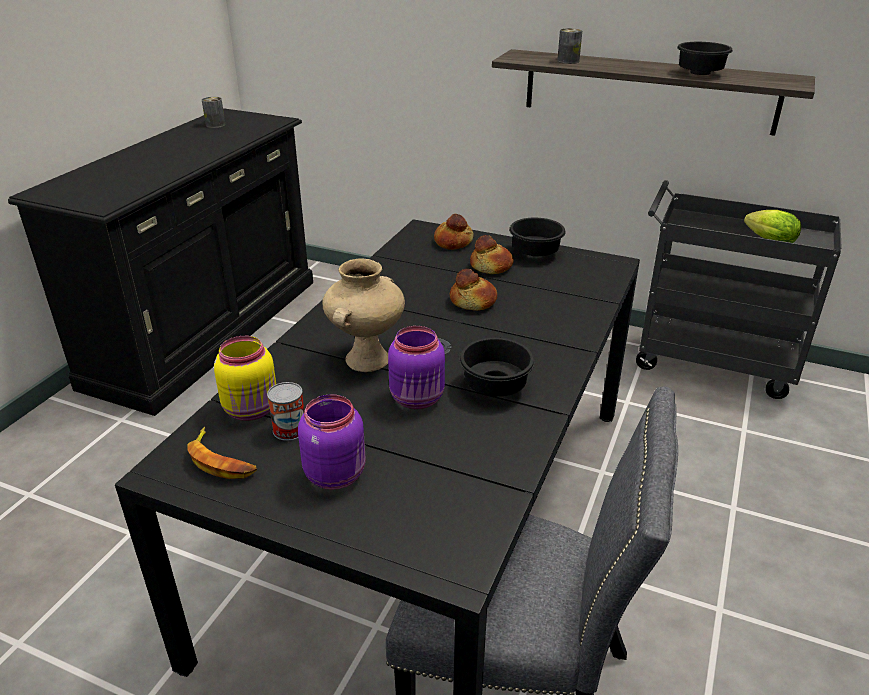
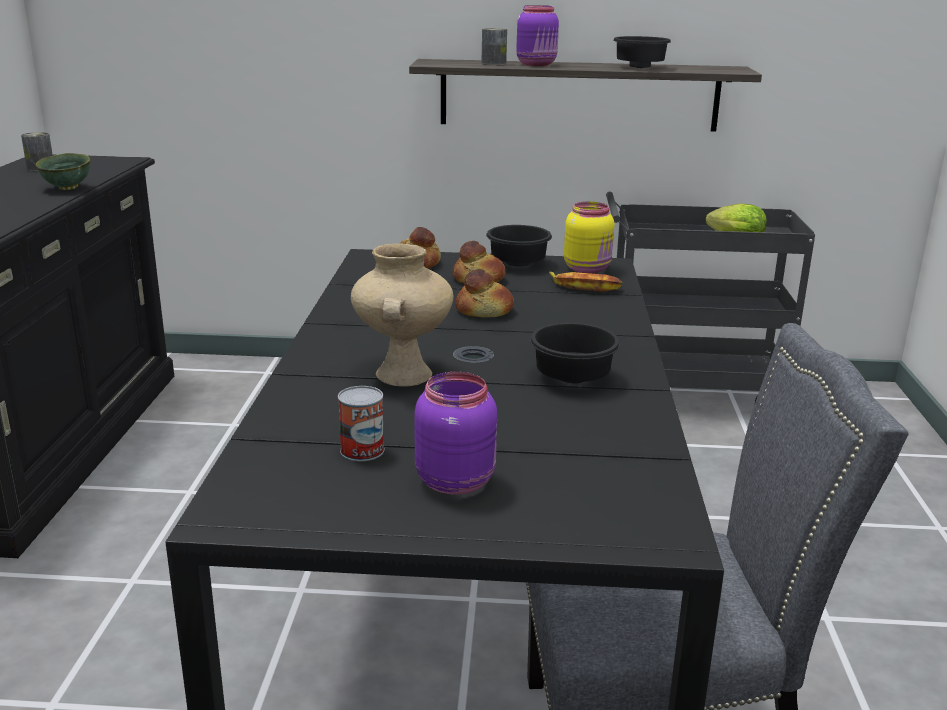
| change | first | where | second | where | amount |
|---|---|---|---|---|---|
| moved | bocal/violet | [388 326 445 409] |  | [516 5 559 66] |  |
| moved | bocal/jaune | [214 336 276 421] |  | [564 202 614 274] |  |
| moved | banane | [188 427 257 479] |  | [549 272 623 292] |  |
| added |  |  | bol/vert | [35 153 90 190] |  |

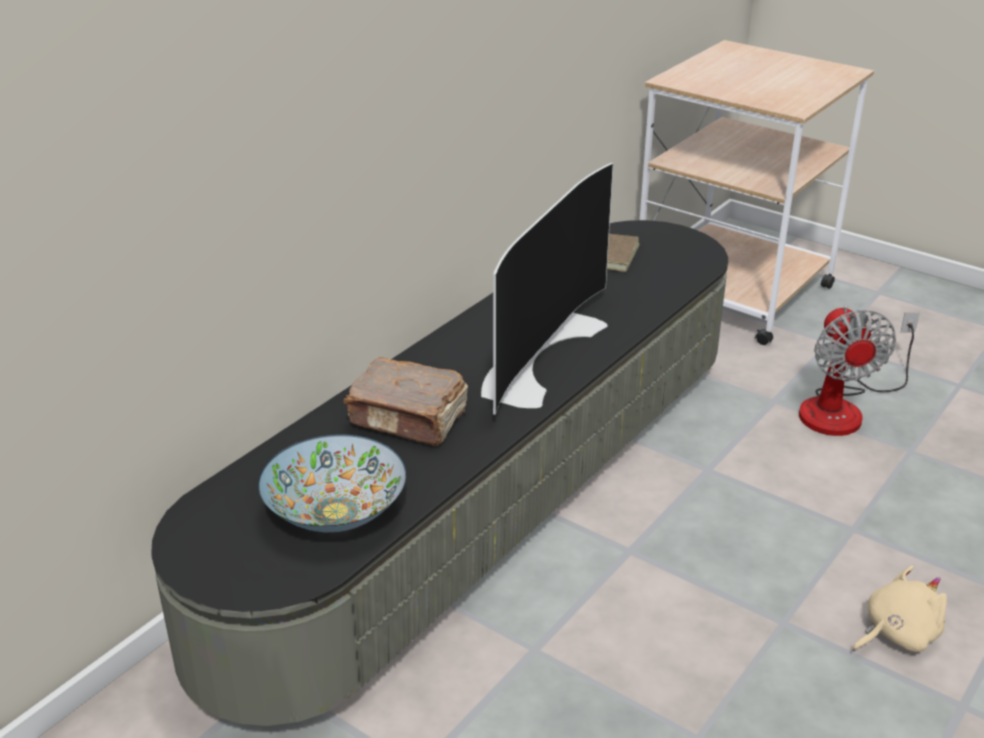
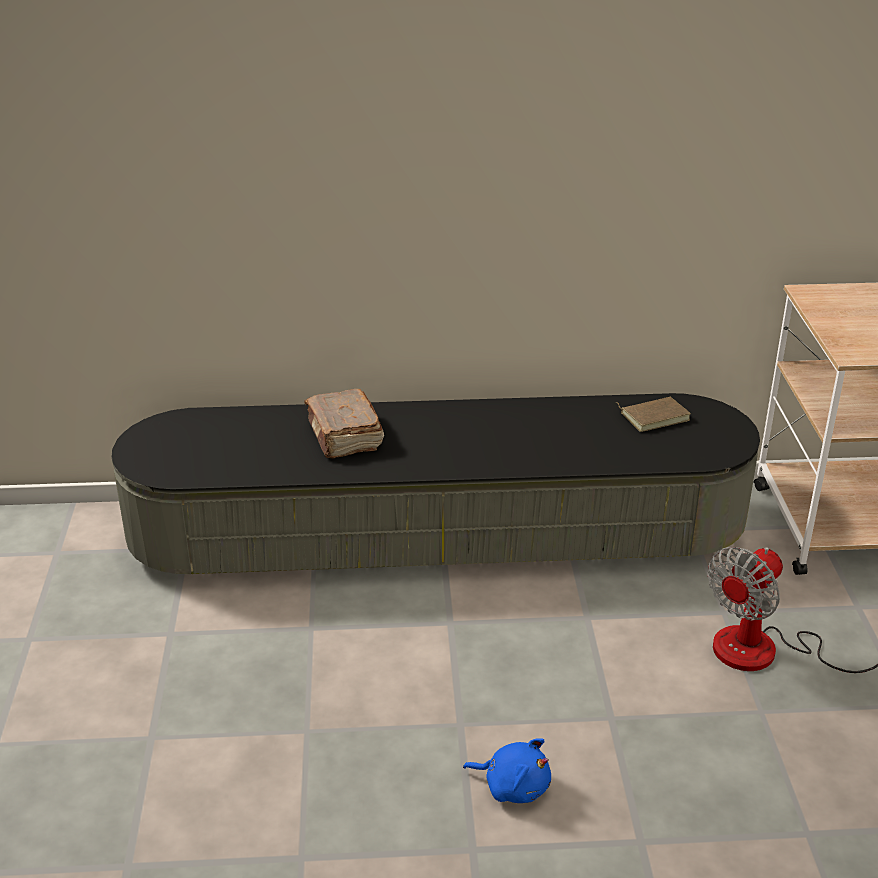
| change | first | where | second | where | amount |
|---|---|---|---|---|---|
| removed | téléviseur | [481 163 613 415] |  |  |  |
| removed | bol | [258 434 406 532] |  |  |  |
| recoloured | peluche/beige | [853 565 947 652] | peluche/bleu | [463 738 551 803] |  |

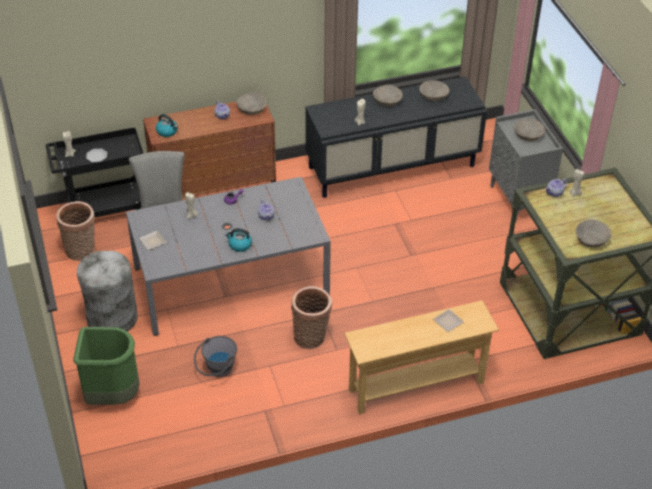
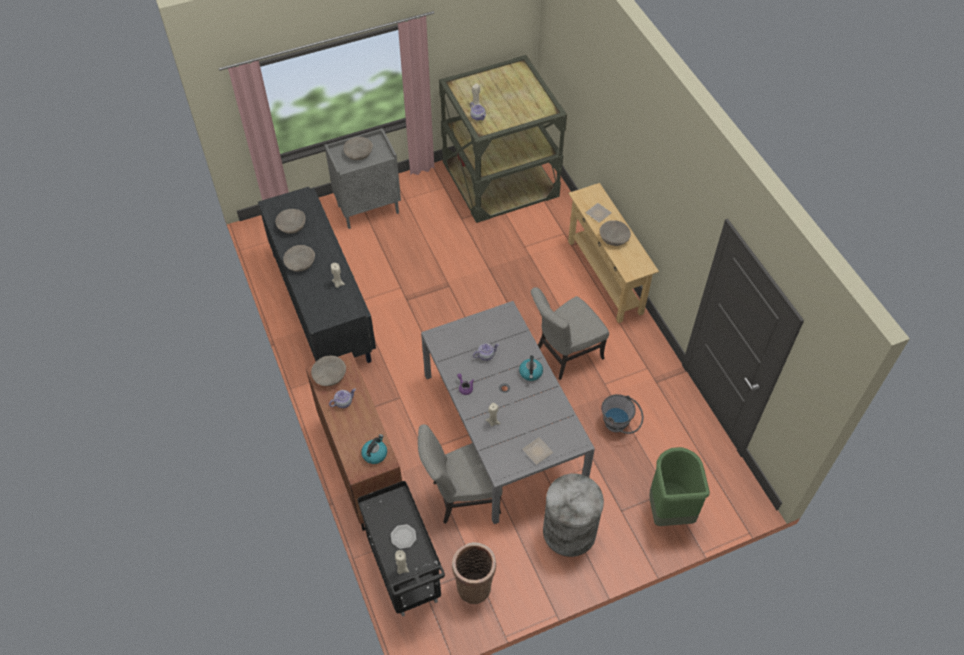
| change | first | where | second | where | amount |
|---|---|---|---|---|---|
| moved | bol/beige | [576 220 611 247] |  | [599 220 631 246] |  |
| replaced | panier | [291 286 332 349] | chaise/gris | [531 287 609 380] |  |

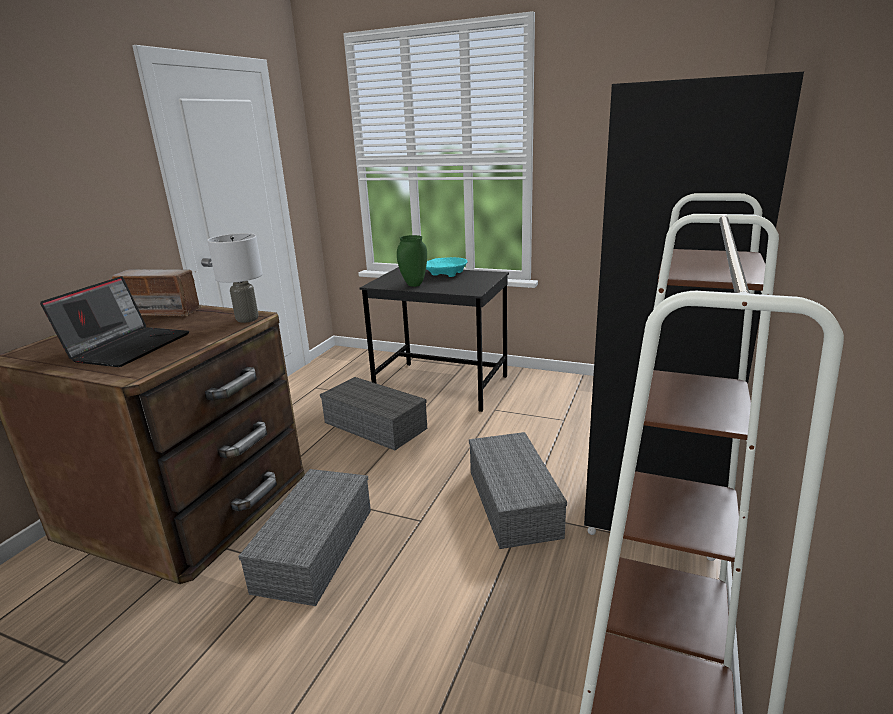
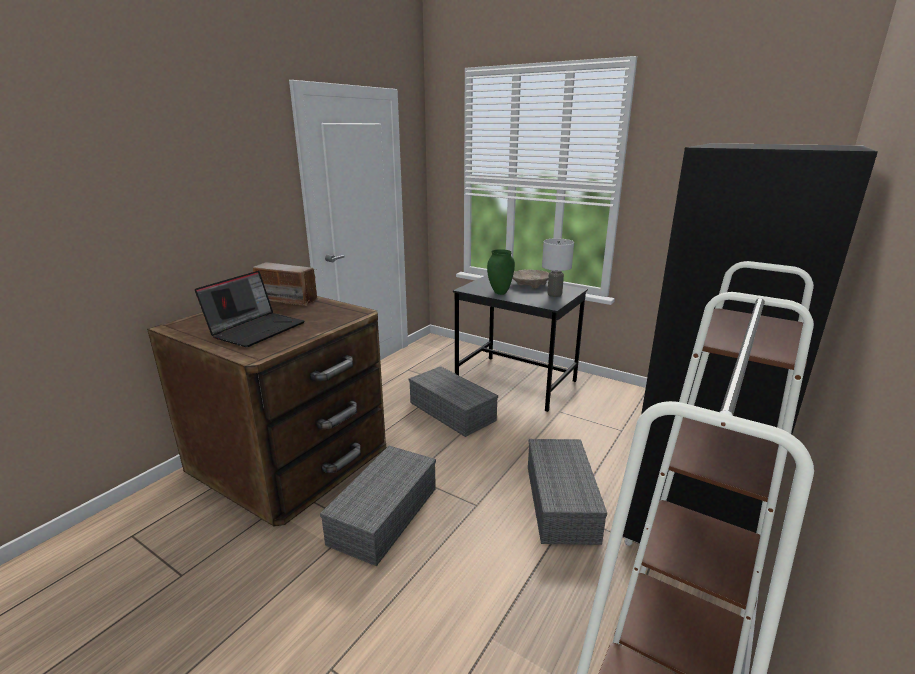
| change | first | where | second | where | amount |
|---|---|---|---|---|---|
| moved | lampe de table/blanc | [207 233 263 323] |  | [542 238 574 297] |  |
| recoloured | bol/turquoise | [426 257 468 277] | bol/beige | [512 270 549 288] |  |

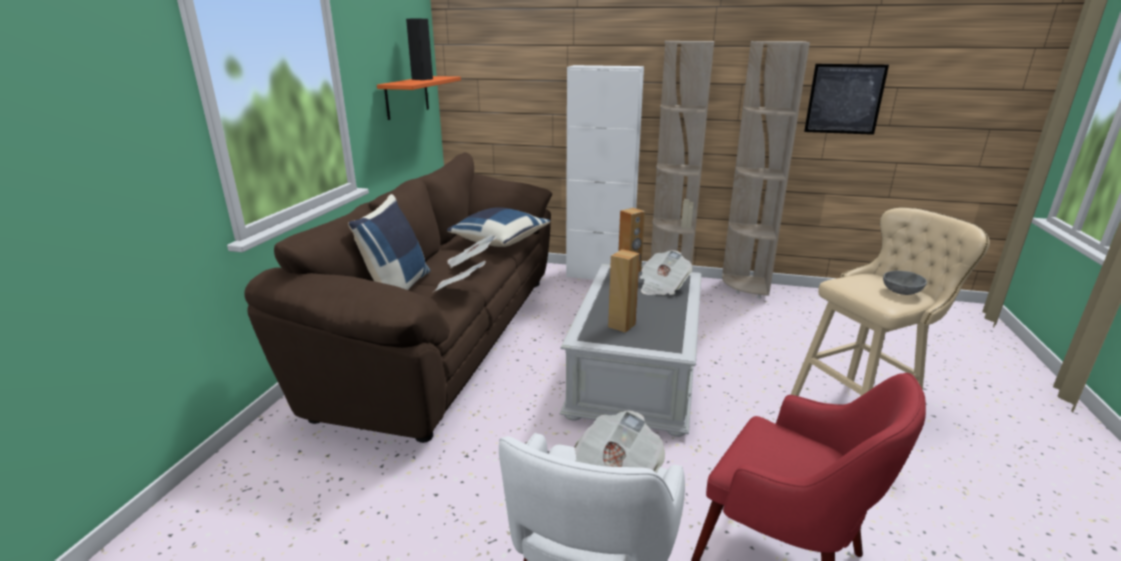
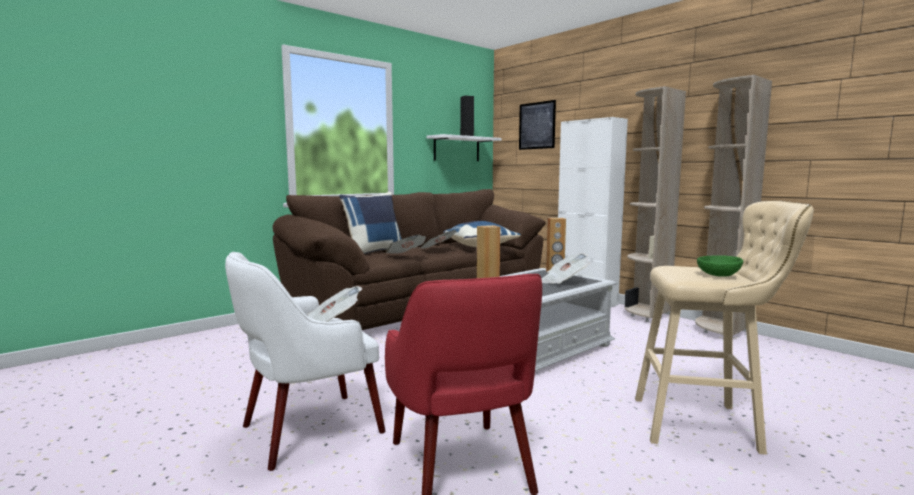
| change | first | where | second | where | amount |
|---|---|---|---|---|---|
| moved | tableau | [804 64 889 135] |  | [519 100 556 150] |  |
| recoloured | étagère/orange | [377 76 461 120] | étagère/blanc | [427 134 501 161] |  |
| recoloured | bol/gris | [883 271 927 295] | bol/vert | [697 255 743 277] |  |

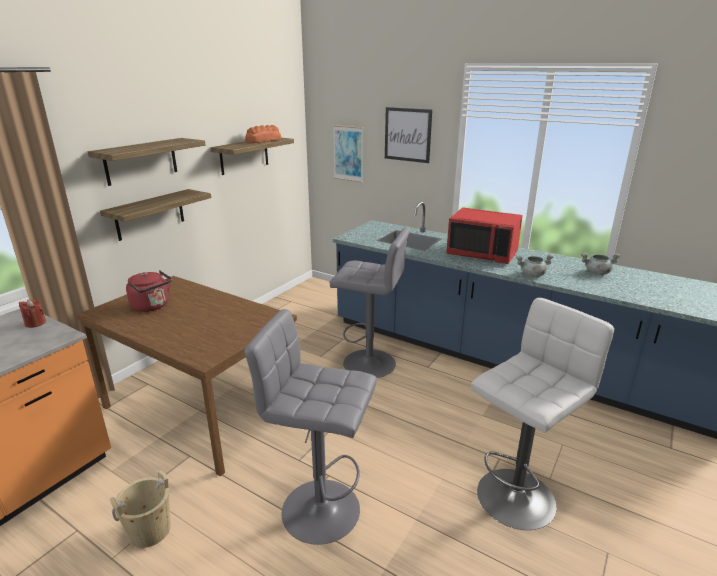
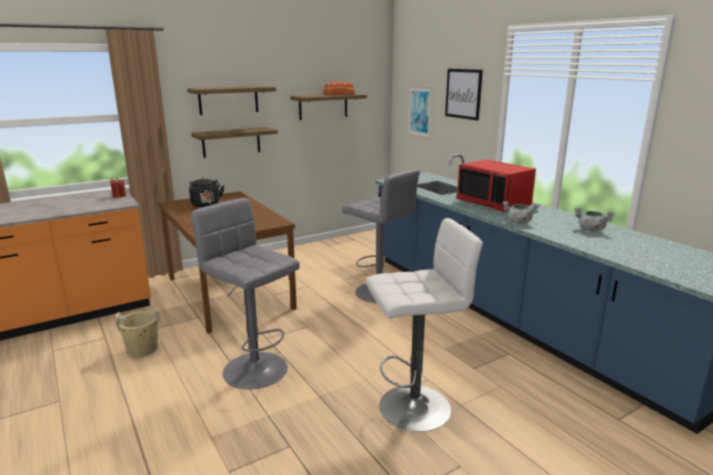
| change | first | where | second | where | amount |
|---|---|---|---|---|---|
| recoloured | bouilloire/rouge | [126 270 172 312] | bouilloire/noir | [189 178 224 207] |  |

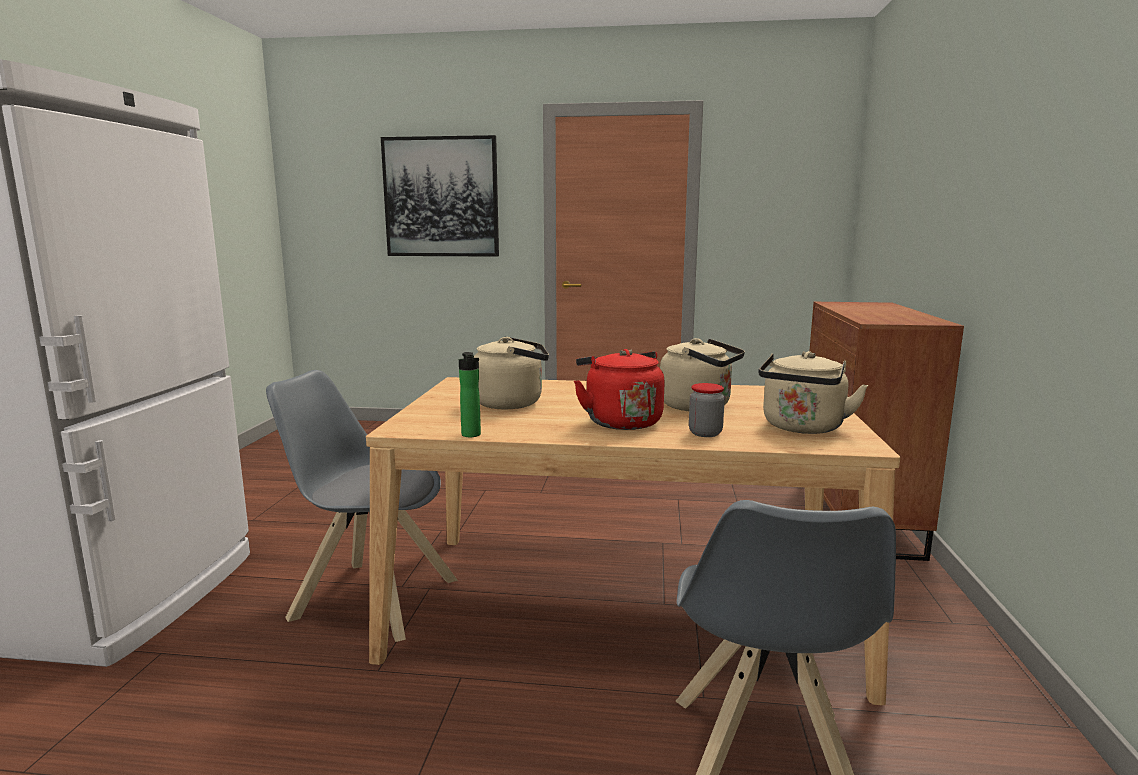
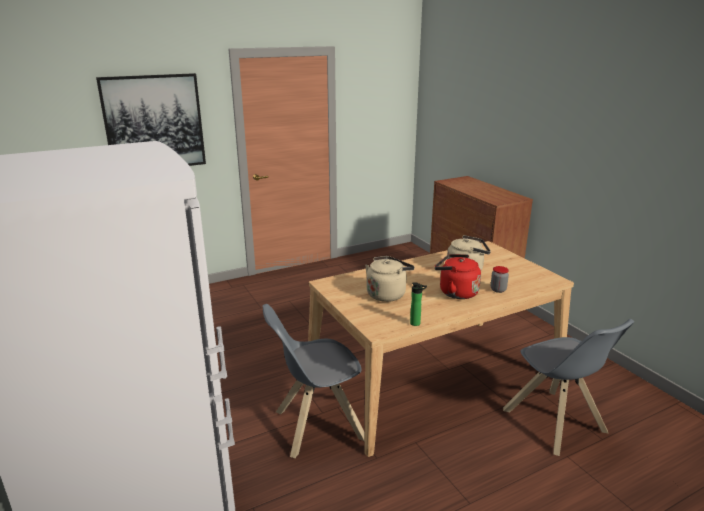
| change | first | where | second | where | amount |
|---|---|---|---|---|---|
| removed | bouilloire/beige | [758 351 868 434] |  |  |  |

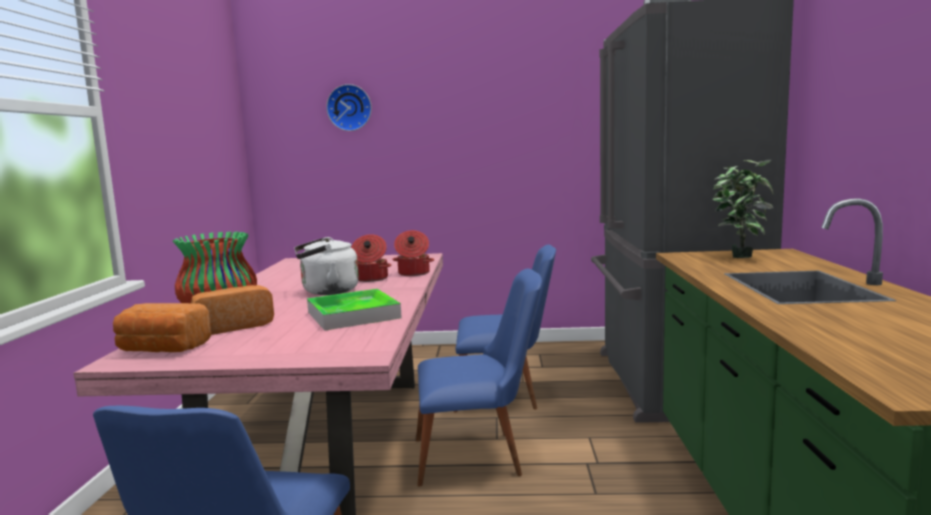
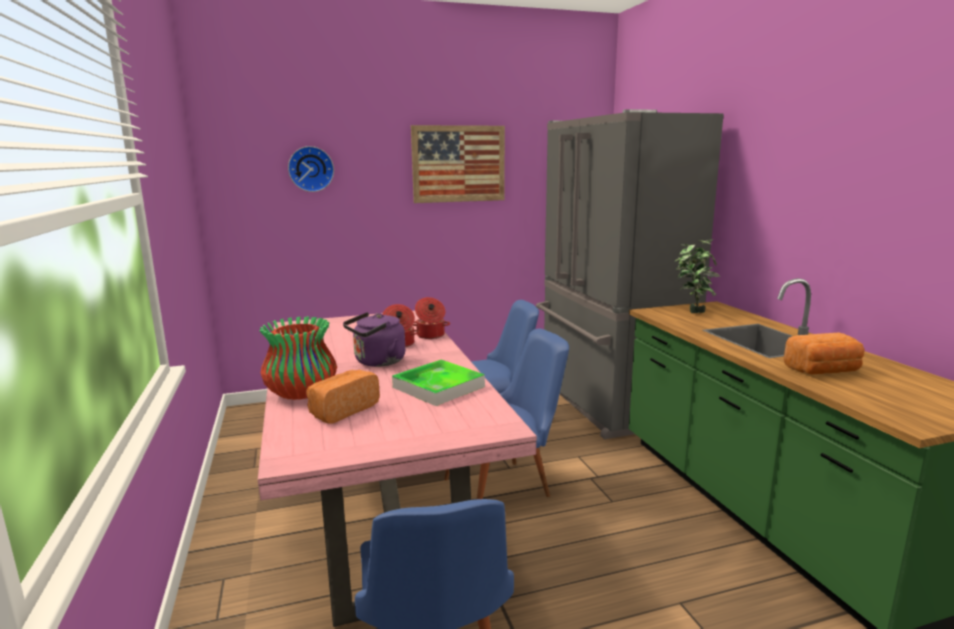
| change | first | where | second | where | amount |
|---|---|---|---|---|---|
| recoloured | bouilloire/blanc | [294 237 359 295] | bouilloire/violet | [343 312 406 367] |  |
| moved | pain | [113 303 212 352] |  | [783 333 865 375] |  |
| added |  |  | tableau | [411 125 505 203] |  |

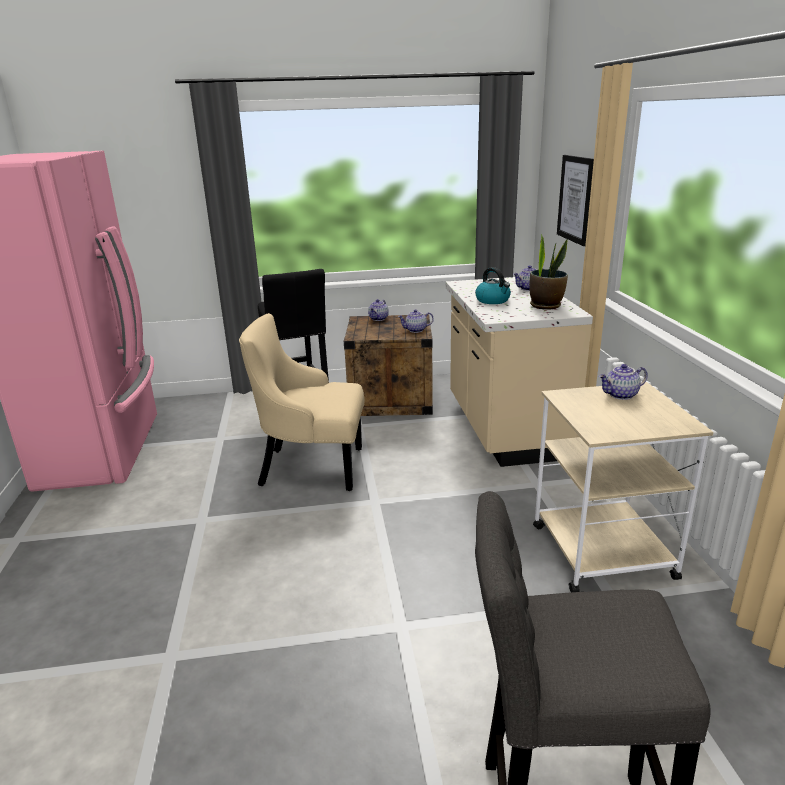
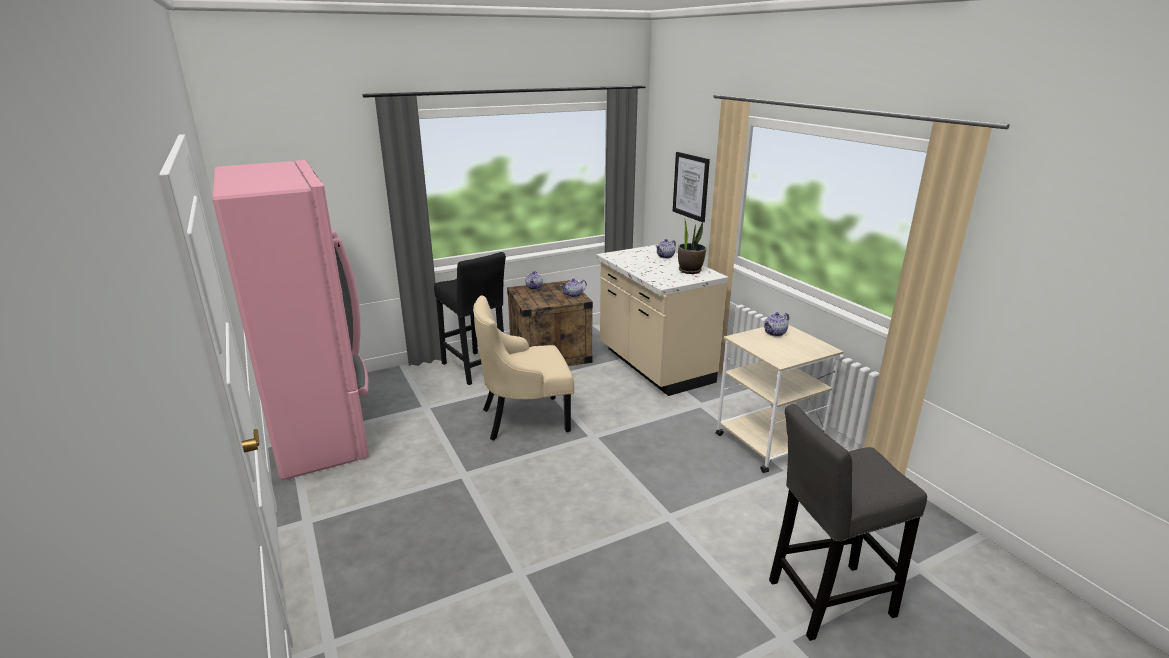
| change | first | where | second | where | amount |
|---|---|---|---|---|---|
| removed | bouilloire | [475 267 511 304] |  |  |  |

